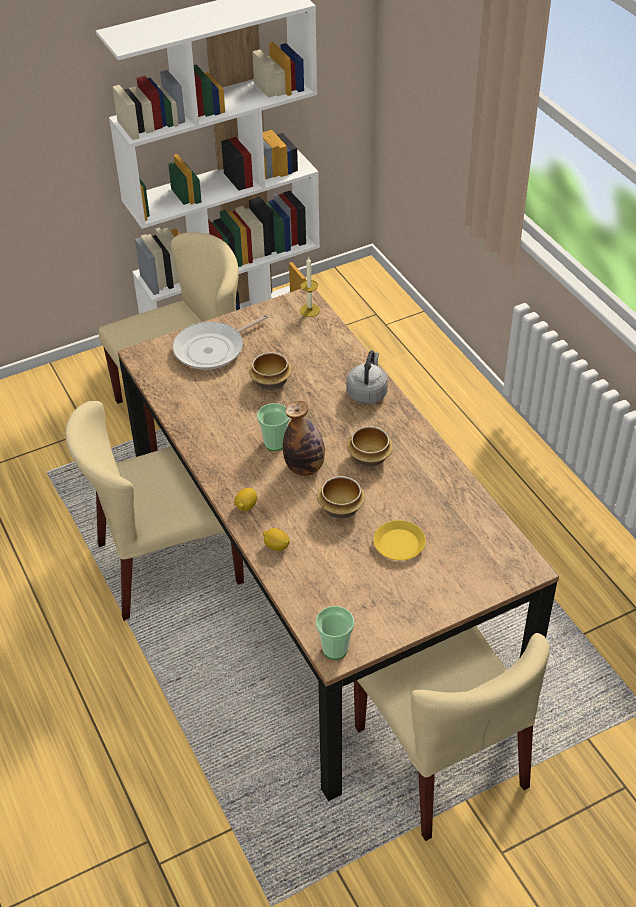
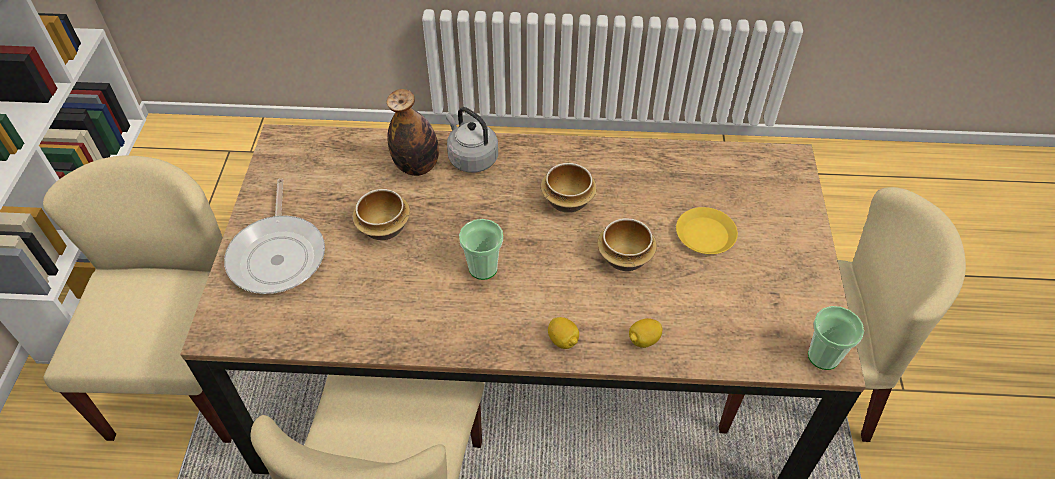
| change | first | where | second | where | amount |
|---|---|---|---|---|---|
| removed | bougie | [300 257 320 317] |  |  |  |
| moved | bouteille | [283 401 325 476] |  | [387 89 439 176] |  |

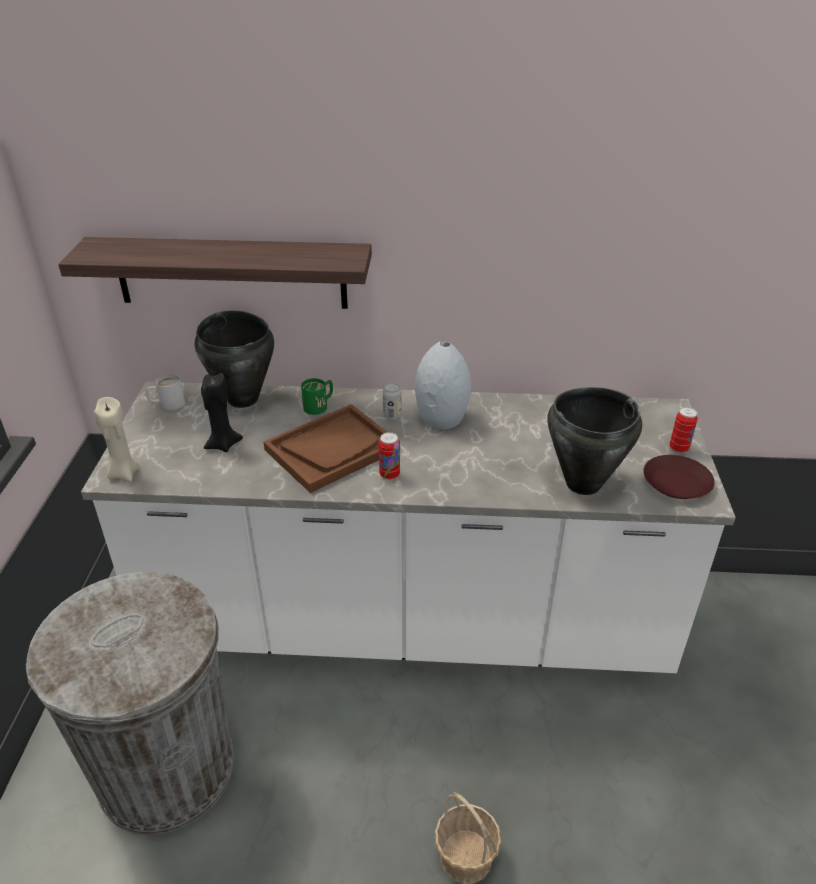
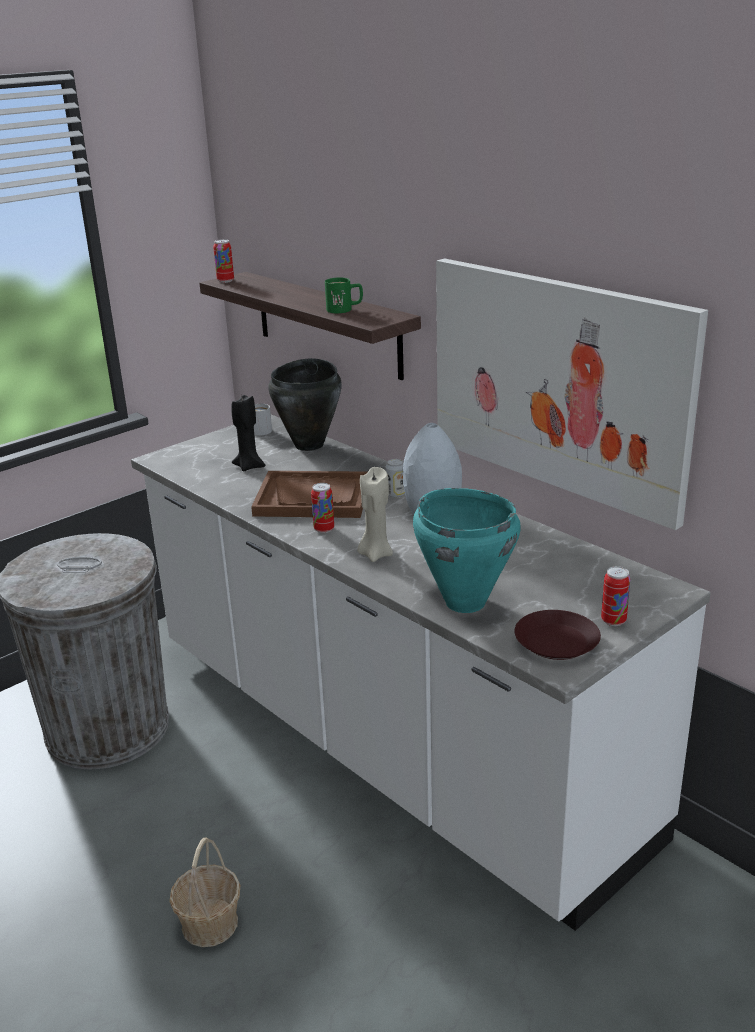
| change | first | where | second | where | amount |
|---|---|---|---|---|---|
| moved | mug/vert | [301 378 333 415] |  | [325 277 363 313] |  |
| recoloured | marmite/noir | [547 387 642 495] | marmite/turquoise | [413 488 521 613] |  |
| moved | bougie/beige | [94 397 140 482] |  | [357 467 393 562] |  |
| added |  |  | boîte métallique | [213 239 234 283] |  |
| added |  |  | tableau | [436 258 708 530] |  |

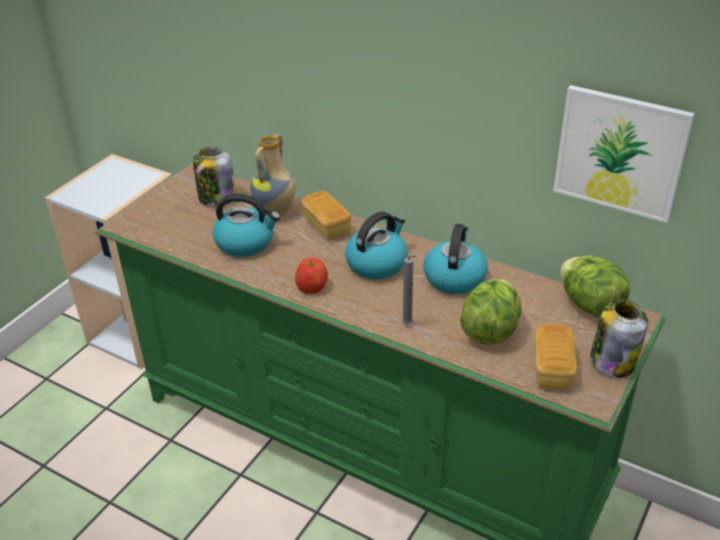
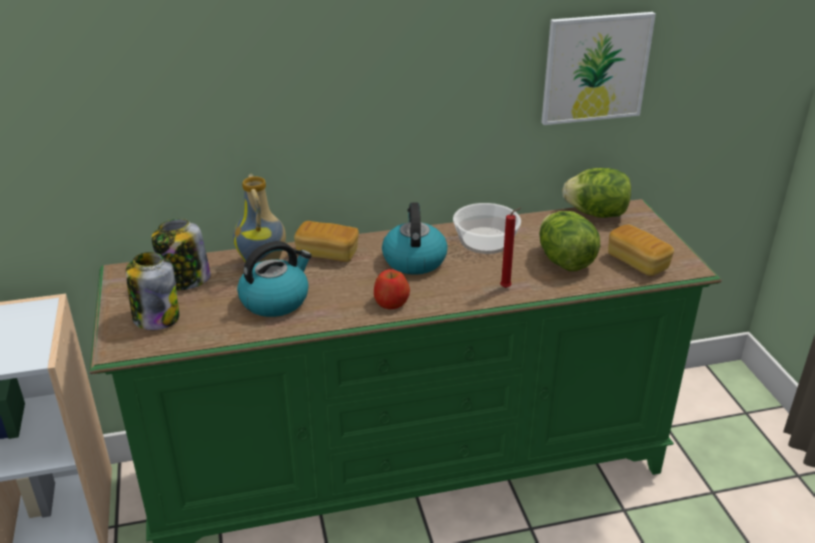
| change | first | where | second | where | amount |
|---|---|---|---|---|---|
| replaced | bouilloire | [423 224 488 294] | bol | [453 203 521 254] |  |
| recoloured | bougie/gris | [402 255 417 324] | bougie/rouge | [500 208 521 288] |  |
| moved | bocal | [590 300 648 378] |  | [126 252 179 330] |  |

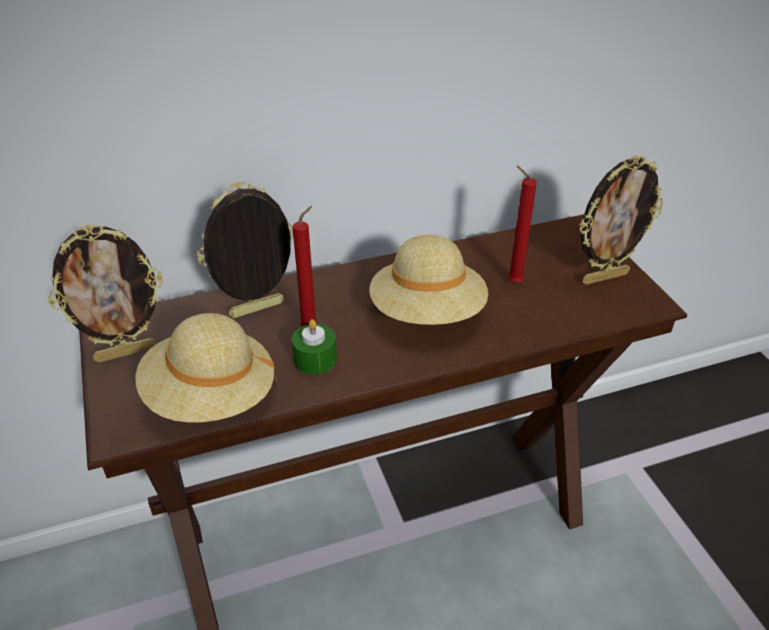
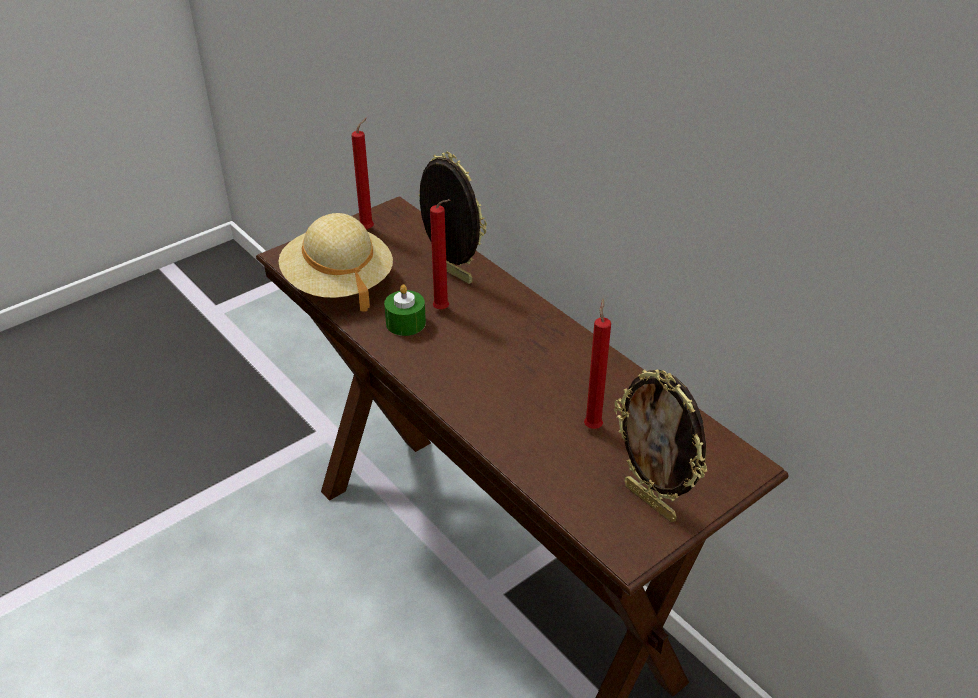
| change | first | where | second | where | amount |
|---|---|---|---|---|---|
| replaced | cadre photo | [48 224 163 363] | bougie/rouge | [351 117 374 230] |  |
| removed | chapeau/beige | [369 235 488 325] |  |  |  |

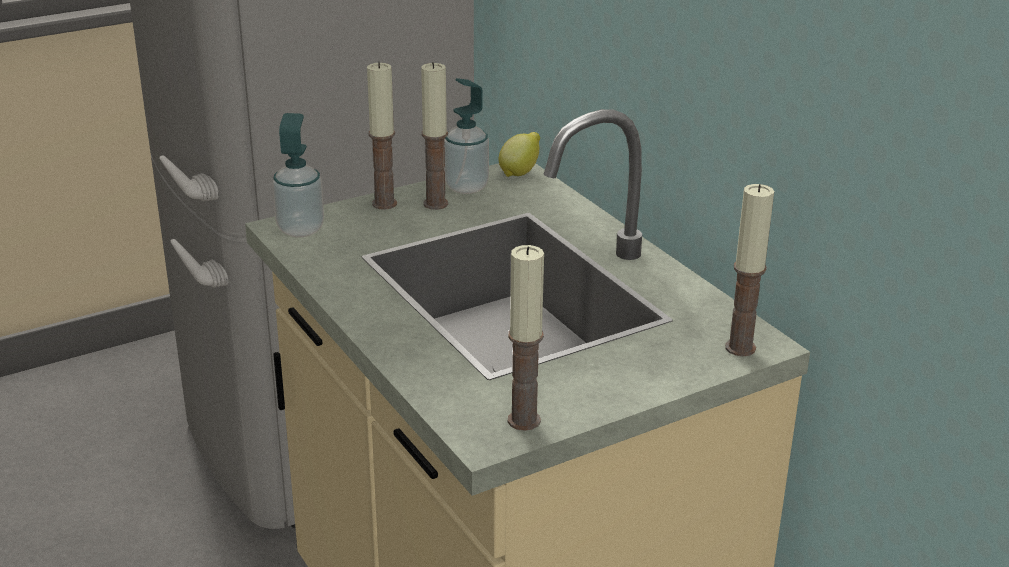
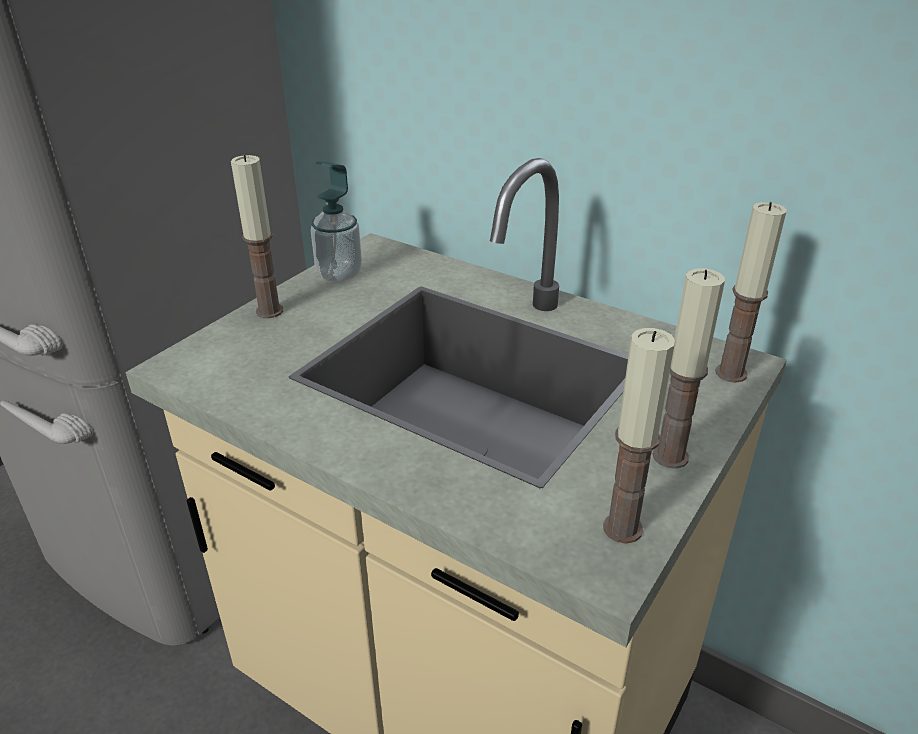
| change | first | where | second | where | amount |
|---|---|---|---|---|---|
| moved | bougie | [421 62 449 210] |  | [653 268 725 469] |  |
| removed | distributeur de savon | [273 113 324 237] |  |  |  |
| removed | citron | [499 132 540 177] |  |  |  |

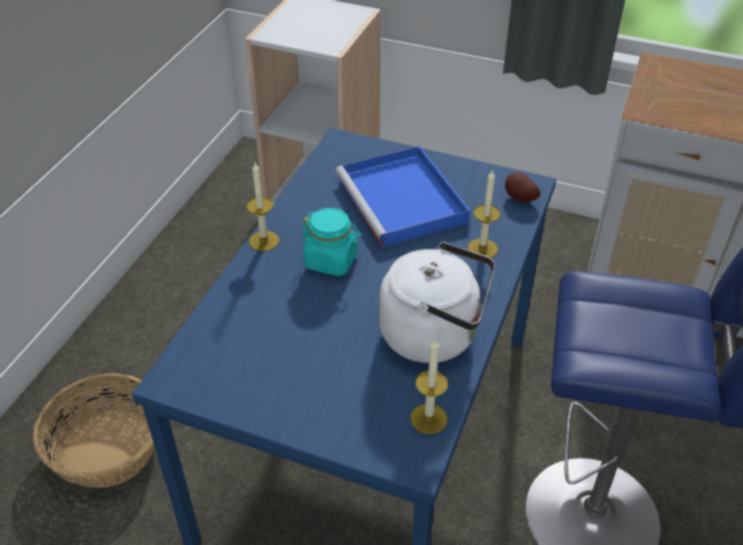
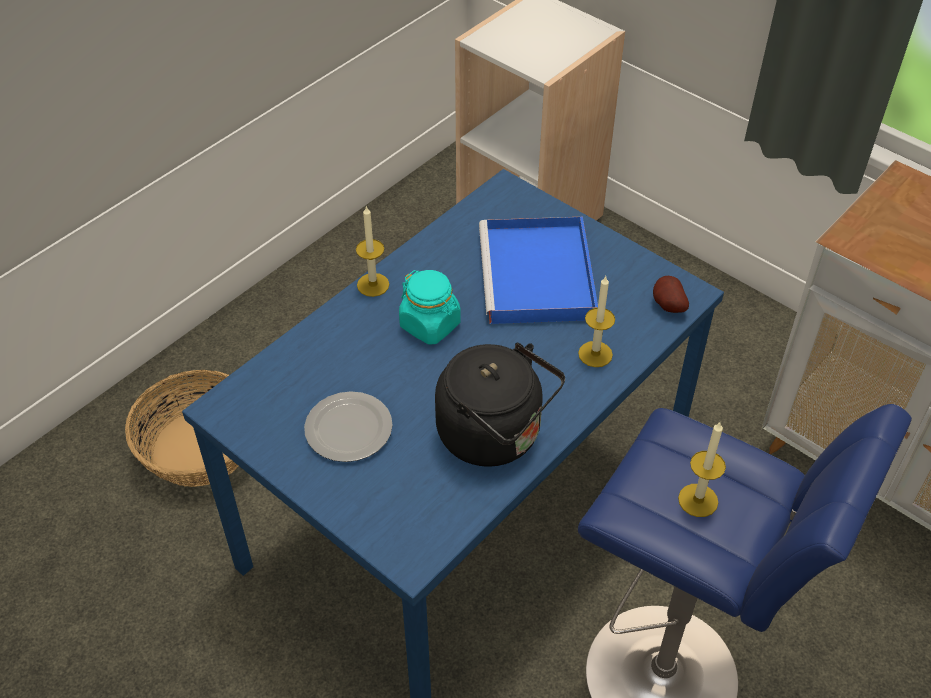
| change | first | where | second | where | amount |
|---|---|---|---|---|---|
| recoloured | bouilloire/blanc | [379 242 495 363] | bouilloire/noir | [435 343 565 467] |  |
| moved | bougie | [411 338 448 434] |  | [678 422 726 517] |  |
| added |  |  | assiette | [304 391 393 462] |  |

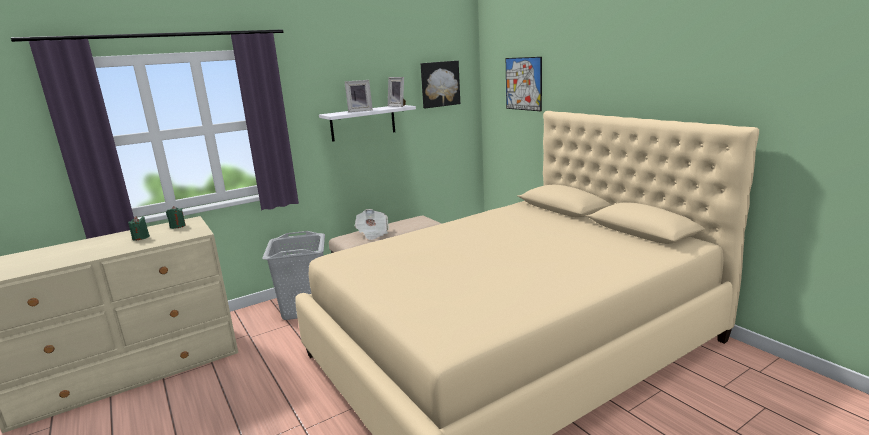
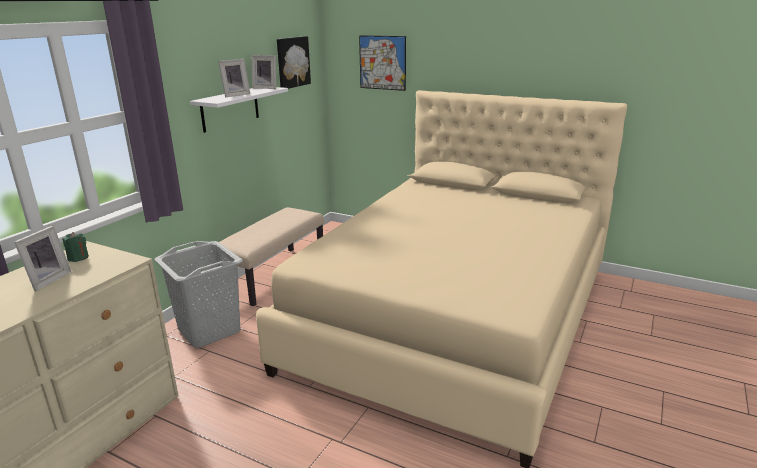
| change | first | where | second | where | amount |
|---|---|---|---|---|---|
| removed | journal | [354 209 389 240] |  |  |  |
| replaced | bougie/vert | [128 217 150 241] | cadre photo | [14 226 71 291] |  |

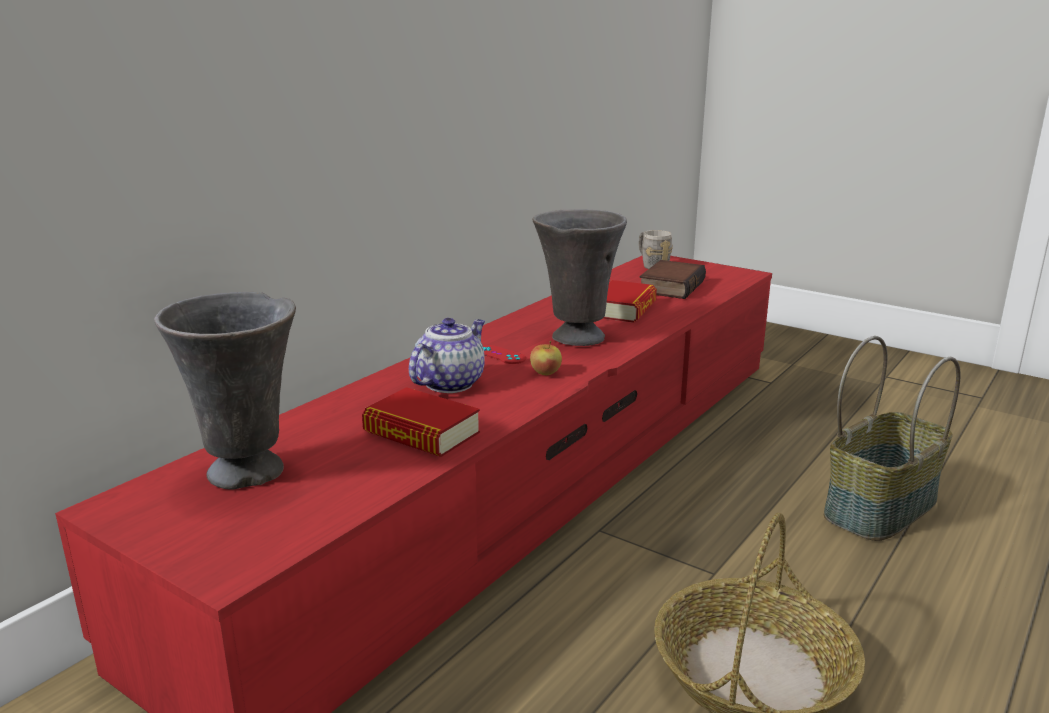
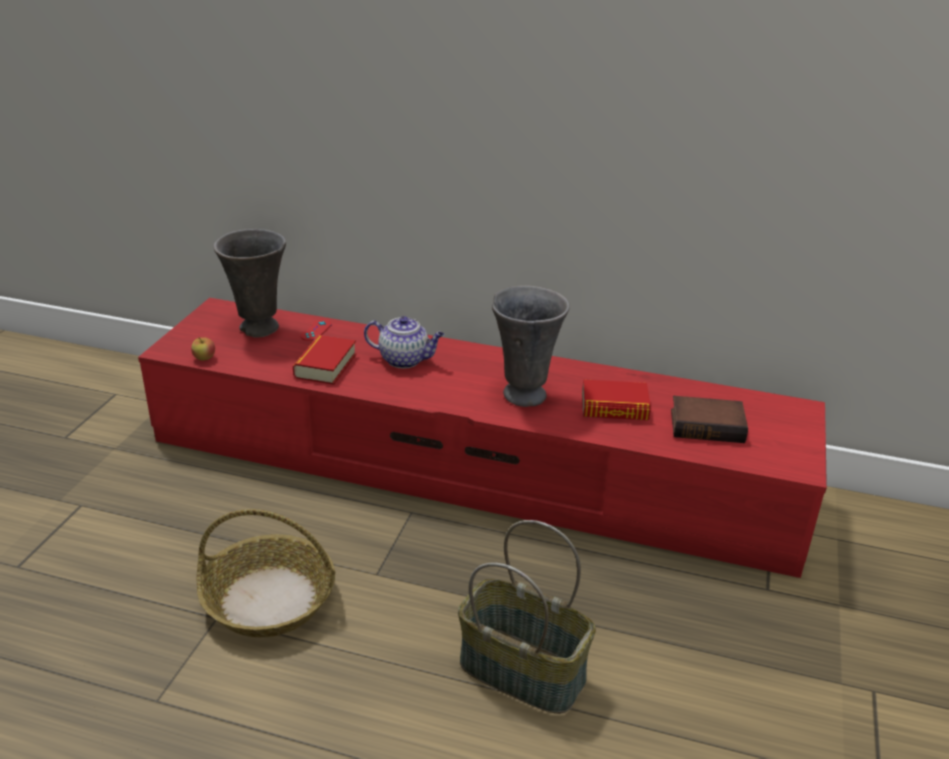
| change | first | where | second | where | amount |
|---|---|---|---|---|---|
| removed | mug/gris | [639 230 673 269] |  |  |  |
| moved | pomme | [530 341 562 375] |  | [191 337 215 361] |  |
| moved | manette/rouge | [483 345 526 364] |  | [300 319 331 341] |  |

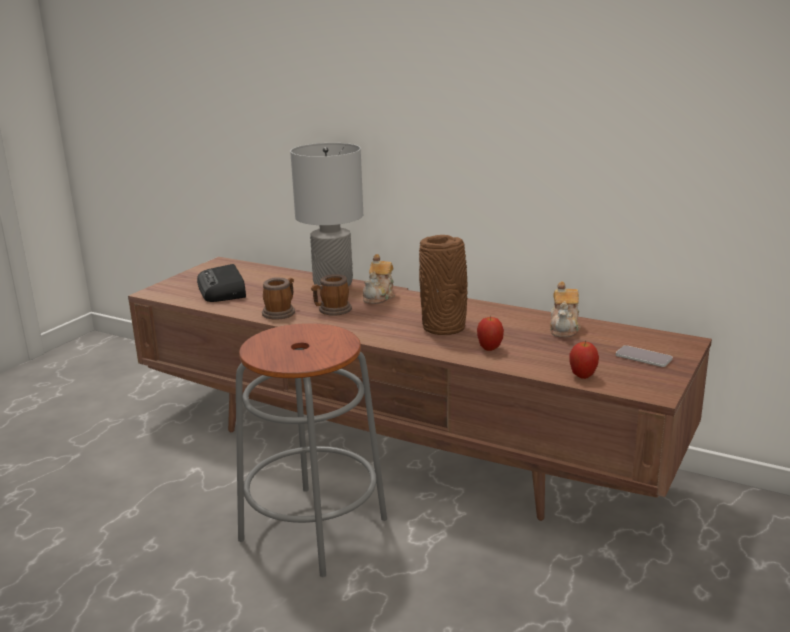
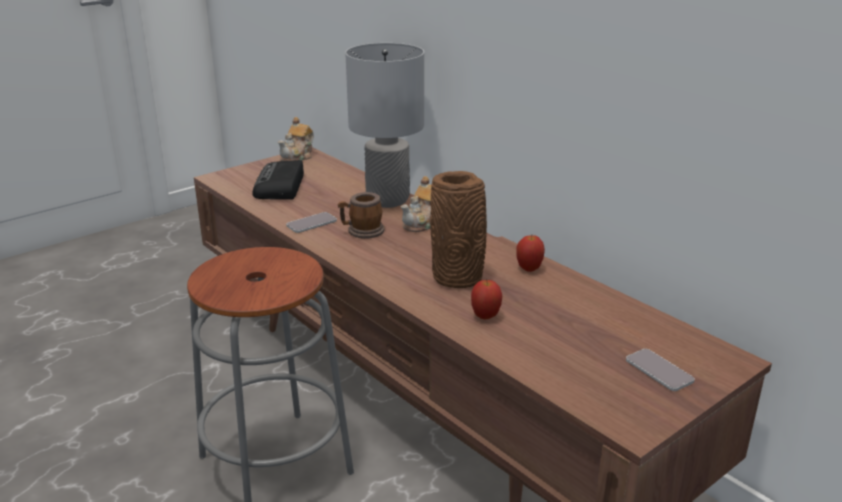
| change | first | where | second | where | amount |
|---|---|---|---|---|---|
| replaced | mug | [262 278 295 320] | téléphone | [286 212 337 233] |  |
| moved | théière | [550 281 581 337] |  | [278 117 314 161] |  |
| moved | pomme | [570 341 599 379] |  | [516 235 545 272] |  |

